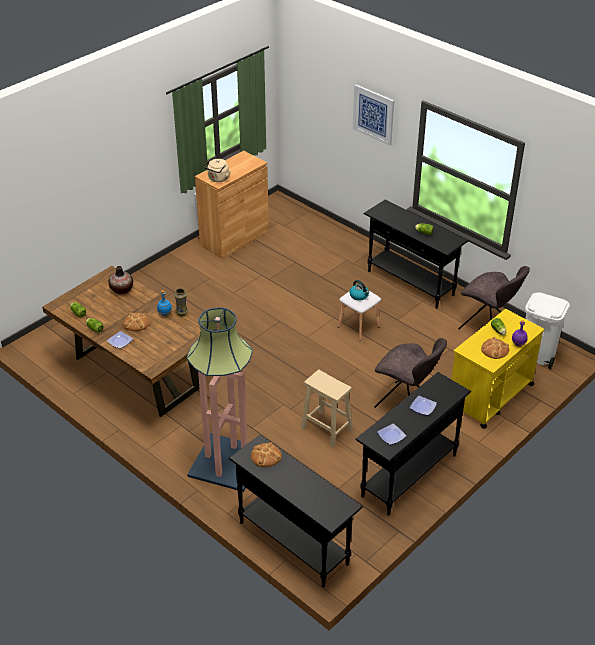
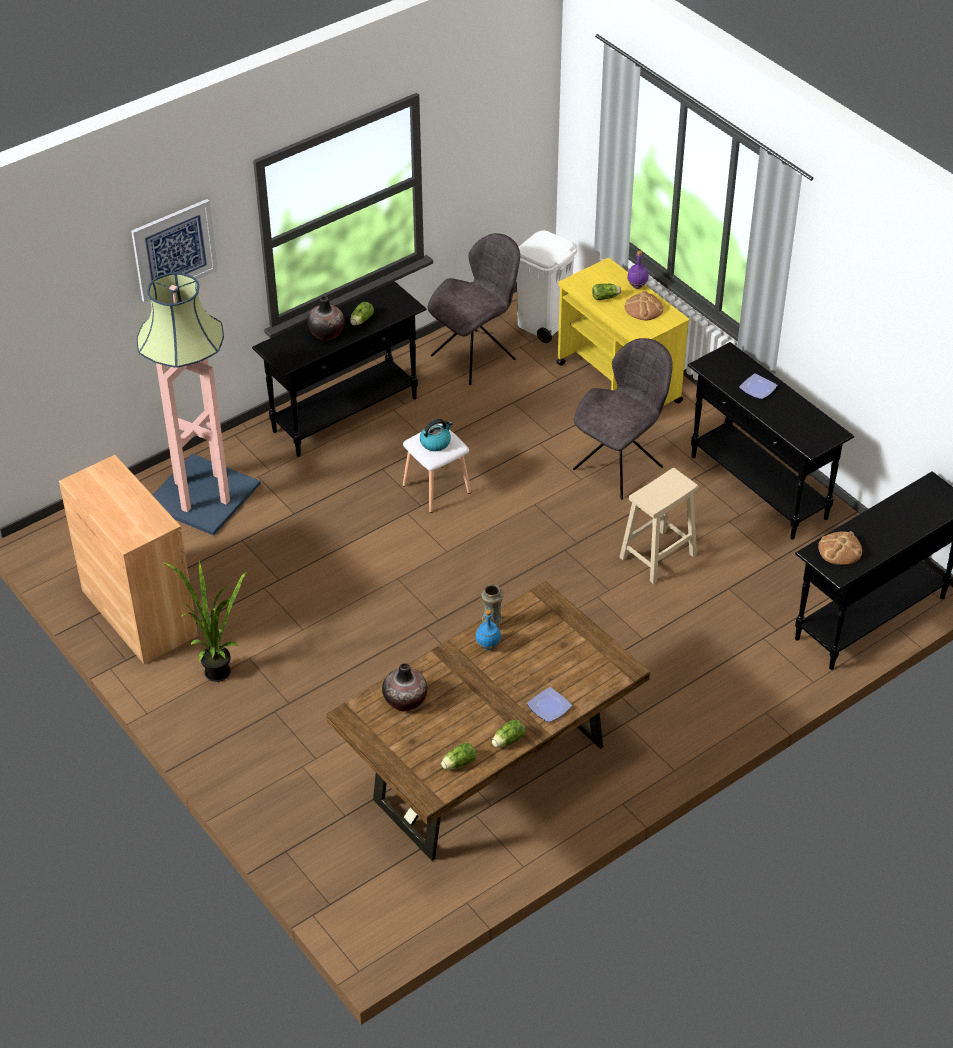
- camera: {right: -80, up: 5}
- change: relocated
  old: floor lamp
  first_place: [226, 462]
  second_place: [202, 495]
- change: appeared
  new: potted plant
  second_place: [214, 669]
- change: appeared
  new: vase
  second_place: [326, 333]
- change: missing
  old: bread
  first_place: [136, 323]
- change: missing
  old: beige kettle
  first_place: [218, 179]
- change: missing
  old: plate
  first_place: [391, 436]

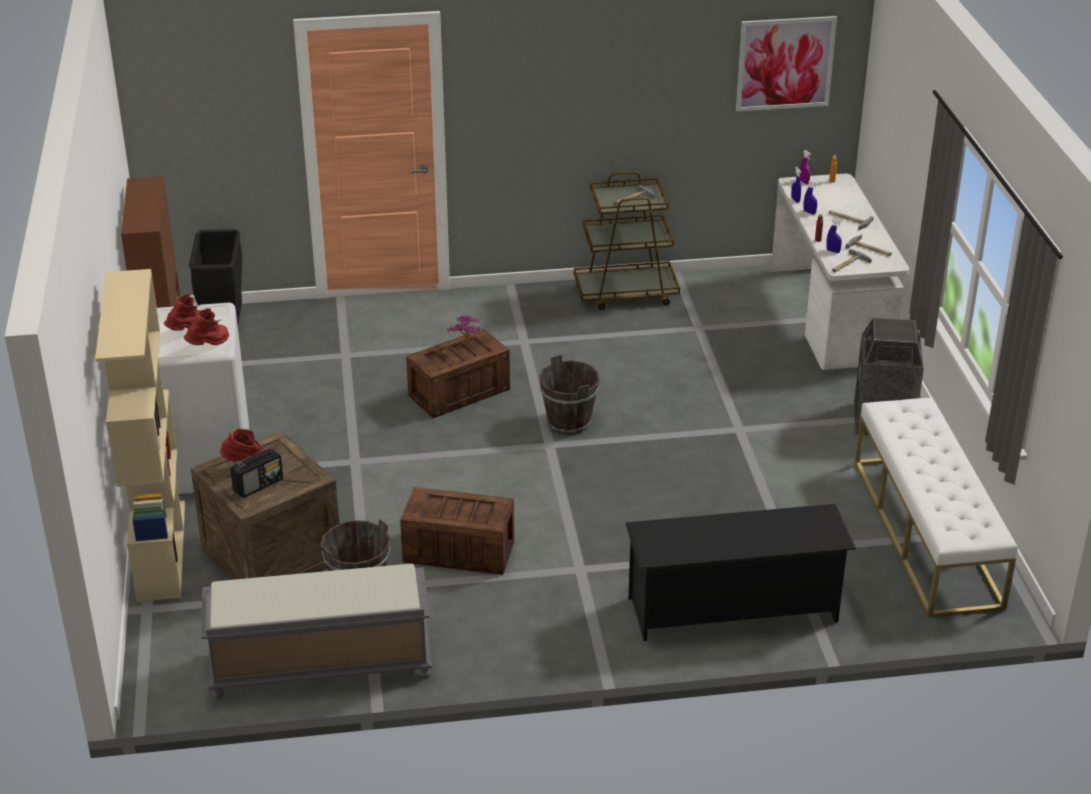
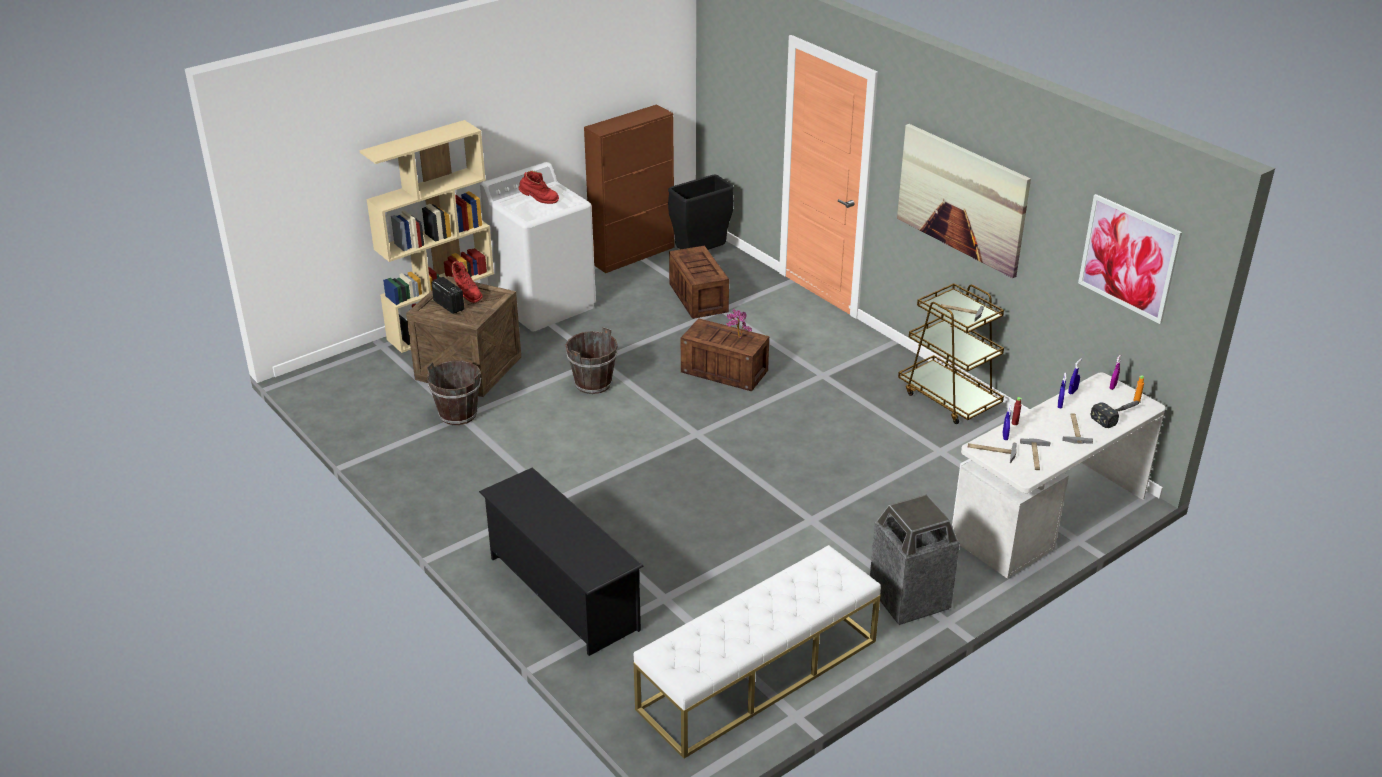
- camera: {right: 60, up: 0}
- change: spun
  old: radio
  first_place: [258, 485]
  second_place: [448, 305]
  degrees: -150
- change: relocated
  old: brown bucket
  first_place: [568, 422]
  second_place: [593, 384]
- change: relocated
  old: crate
  first_place: [457, 551]
  second_place: [697, 297]
- change: appeared
  new: picture
  second_place: [962, 199]
- change: appeared
  new: hammer
  second_place: [1118, 415]
- change: missing
  old: red boot
  first_place: [209, 346]
- change: missing
  old: grey bench
  first_place: [319, 666]

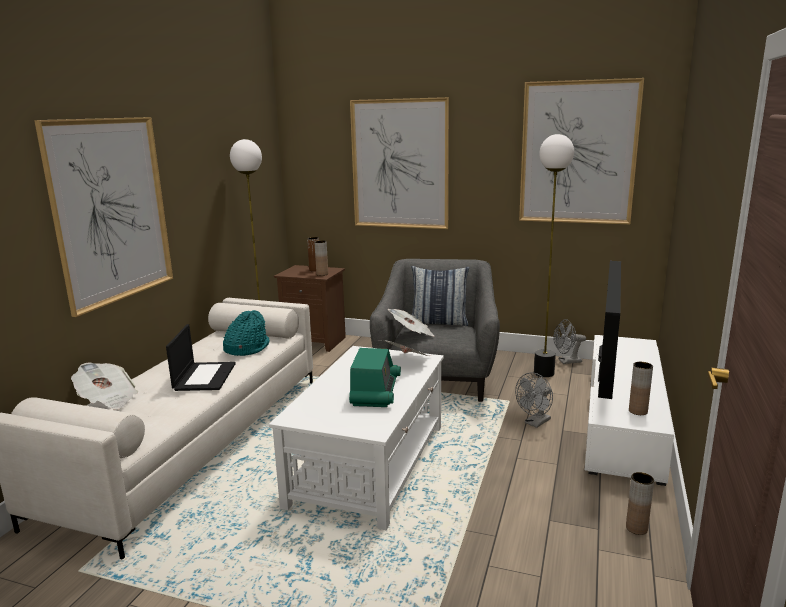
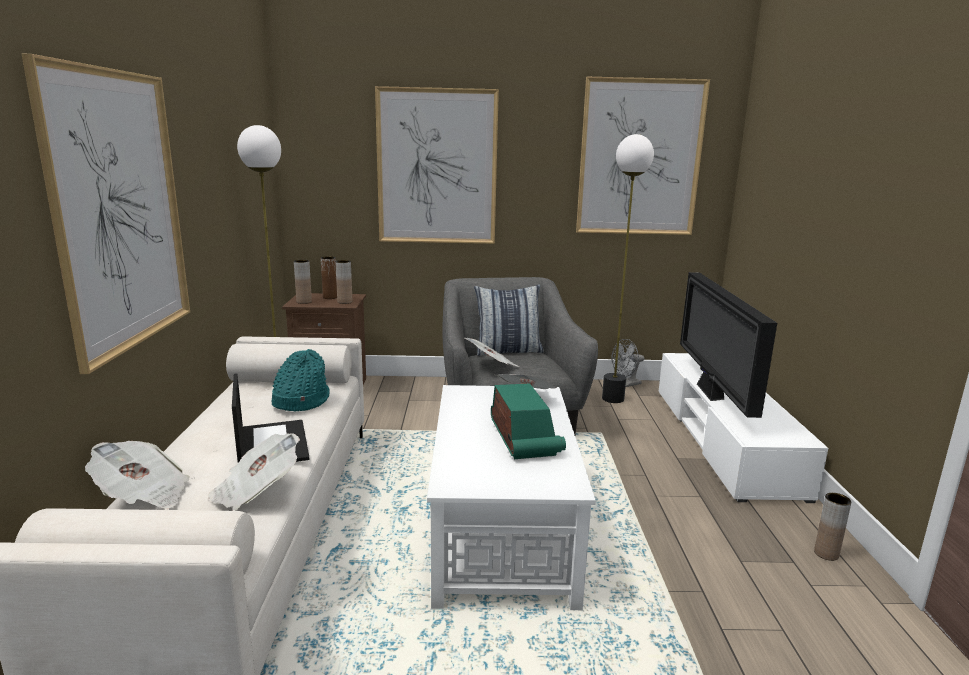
- camera: {right: -20, up: 0}
- change: appeared
  new: newspaper
  second_place: [256, 491]
- change: relocated
  old: brown vase
  first_place: [638, 411]
  second_place: [304, 302]
- change: missing
  old: grey fan
  first_place: [535, 423]

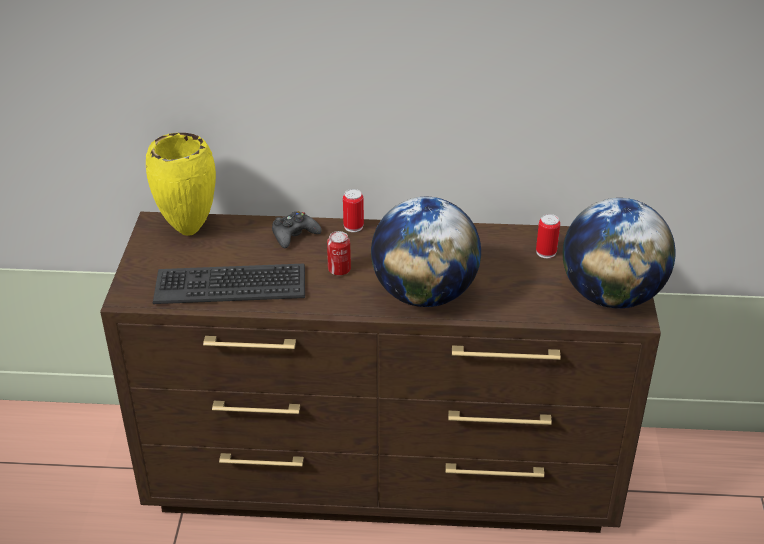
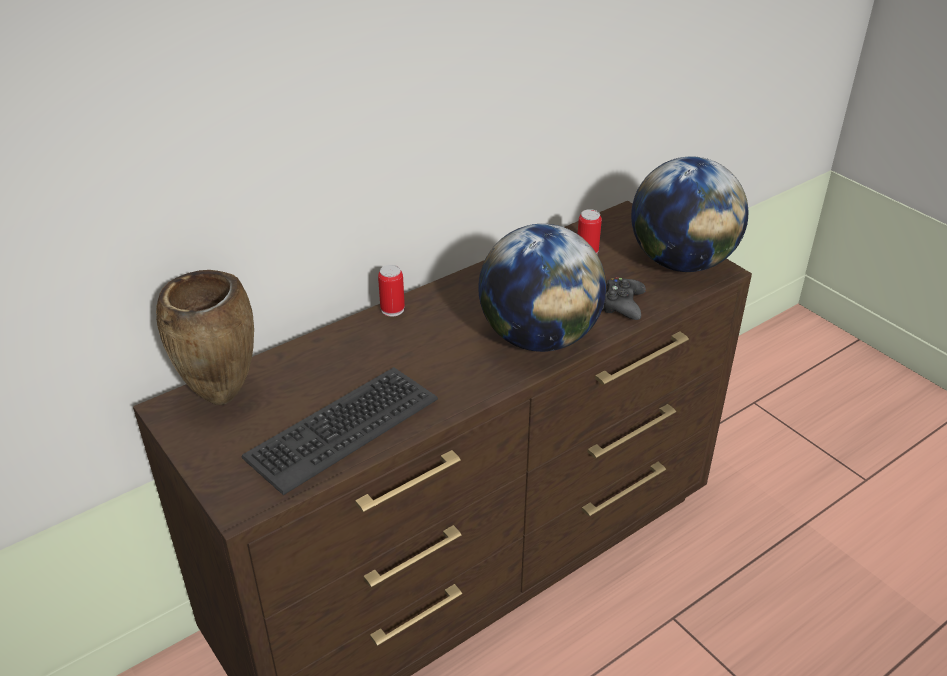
- camera: {right: -40, up: 0}
- change: colour
  old: yellow vase
  new: brown vase
  first_place: [188, 232]
  second_place: [222, 399]
- change: relocated
  old: black game controller
  first_place: [294, 235]
  second_place: [622, 304]
- change: missing
  old: can
  first_place: [339, 270]

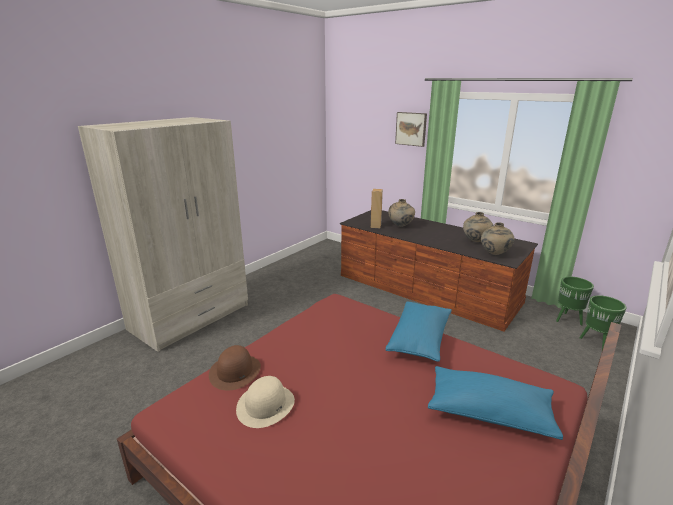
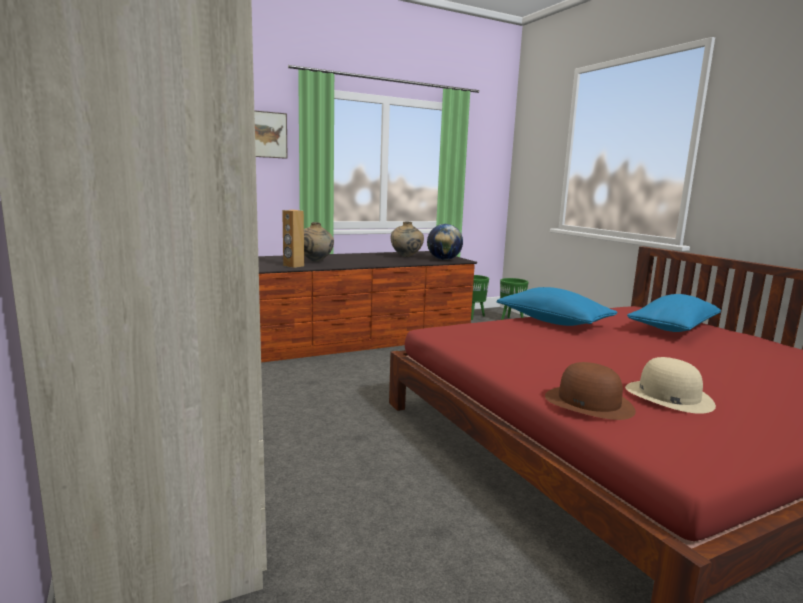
- camera: {right: -65, up: -10}
- change: exchanged
  old: beige vase
  new: globe
  first_place: [494, 254]
  second_place: [444, 259]

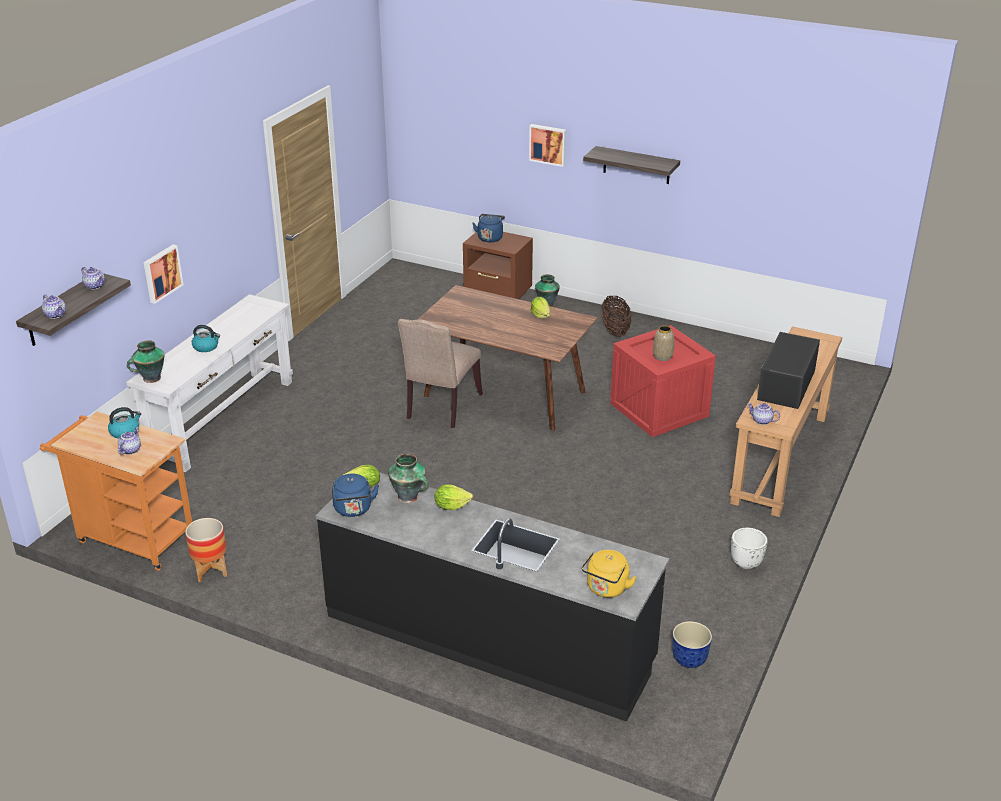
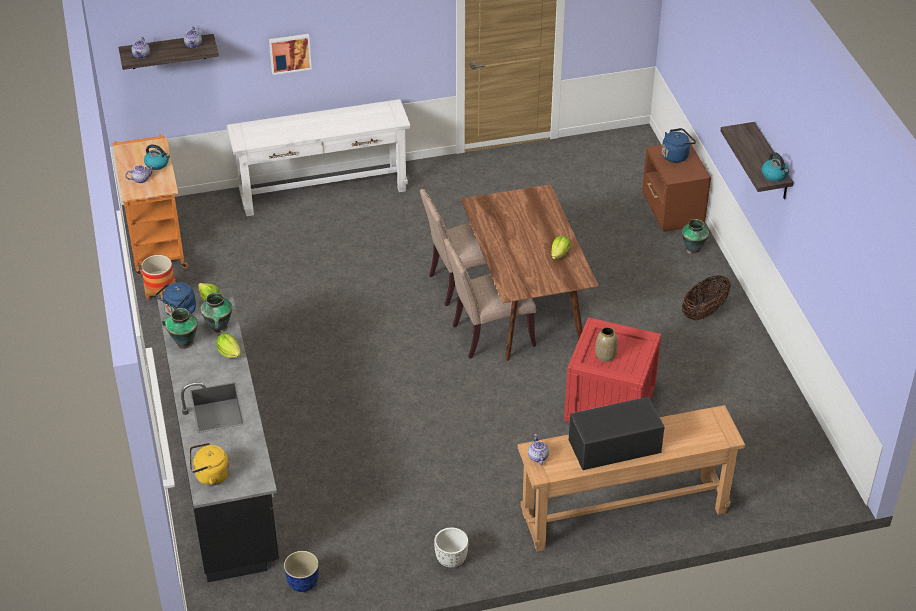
- camera: {right: 50, up: 10}
- change: relocated
  old: vase
  first_place: [151, 378]
  second_place: [183, 342]
- change: appeared
  new: beige chair
  second_place: [489, 335]
- change: relocated
  old: kettle
  first_place: [206, 347]
  second_place: [775, 175]
- change: missing
  old: picture
  first_place: [548, 144]

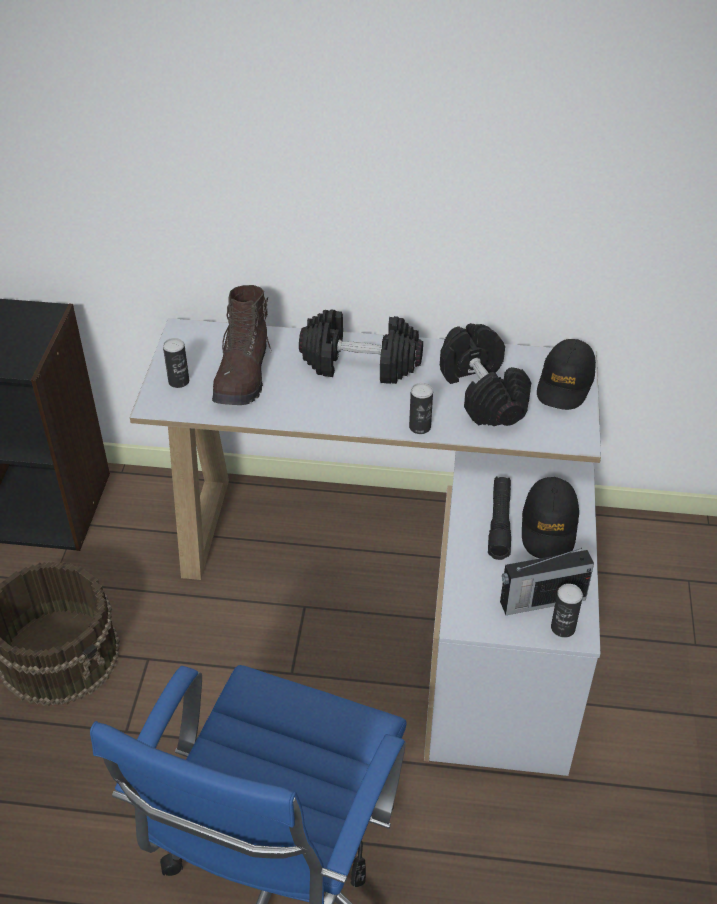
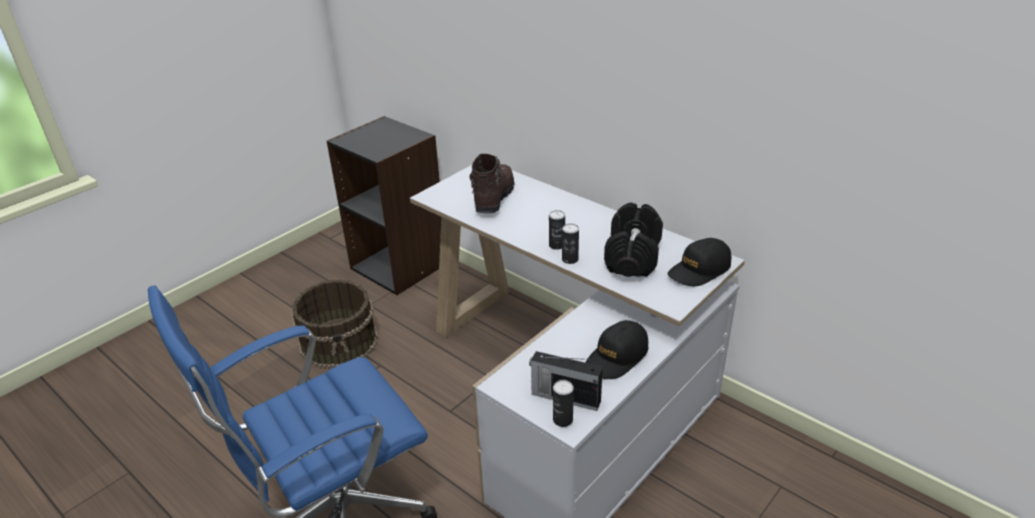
- camera: {right: 35, up: -10}
- change: spun
  old: brown boot
  first_place: [244, 375]
  second_place: [493, 198]
  degrees: 150
- change: relocated
  old: can
  first_place: [179, 381]
  second_place: [556, 245]
- change: missing
  old: black dumbbell
  first_place: [361, 364]
- change: missing
  old: black flashlight
  first_place: [499, 522]

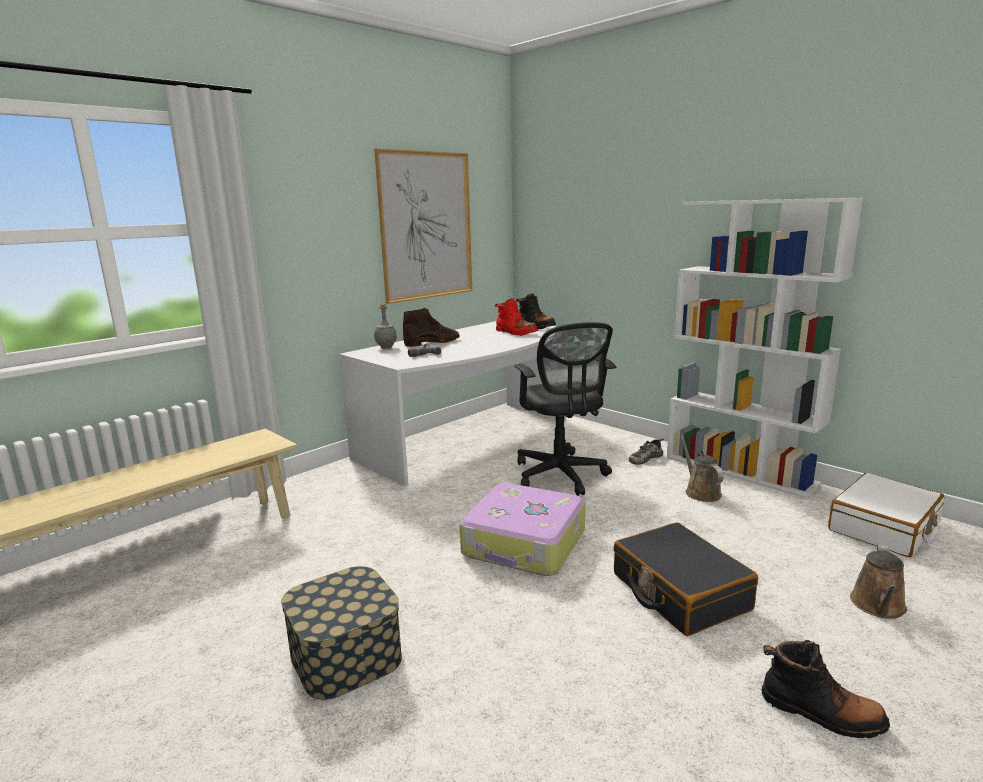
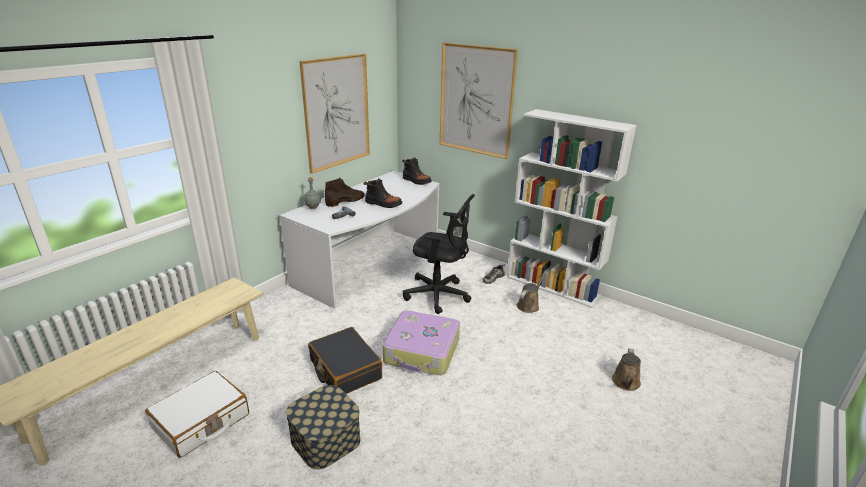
- camera: {right: -10, up: 10}
- change: relocated
  old: white suitcase
  first_place: [884, 528]
  second_place: [201, 422]
- change: relocated
  old: black suitcase
  first_place: [679, 592]
  second_place: [345, 369]
- change: relocated
  old: black boot
  first_place: [821, 713]
  second_place: [383, 204]
- change: spun
  old: black office chair
  first_place: [561, 476]
  second_place: [439, 295]
  degrees: -45
- change: appeared
  new: picture
  second_place: [476, 100]
- change: spun
  old: brown watering can
  first_place: [700, 492]
  second_place: [529, 305]
  degrees: 60
- change: missing
  old: red boot
  first_place: [516, 332]

